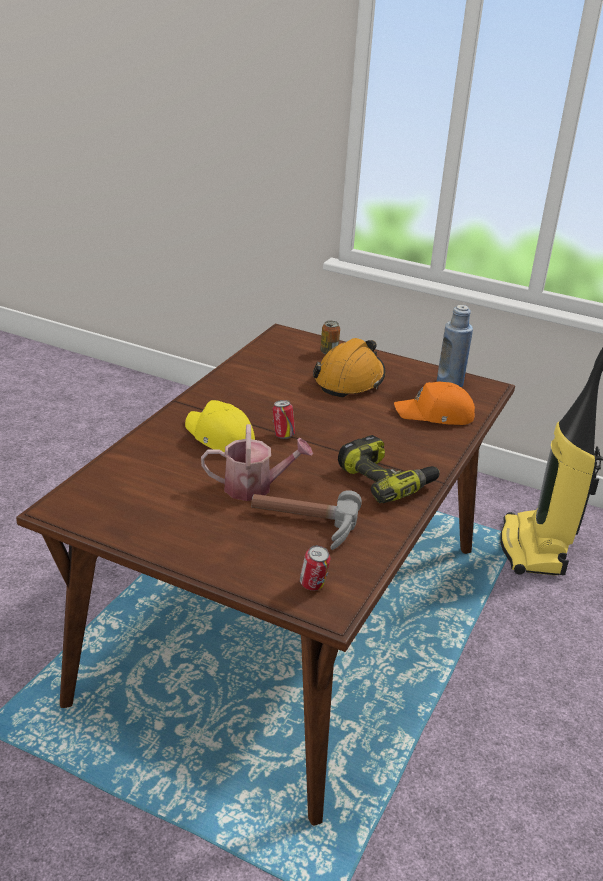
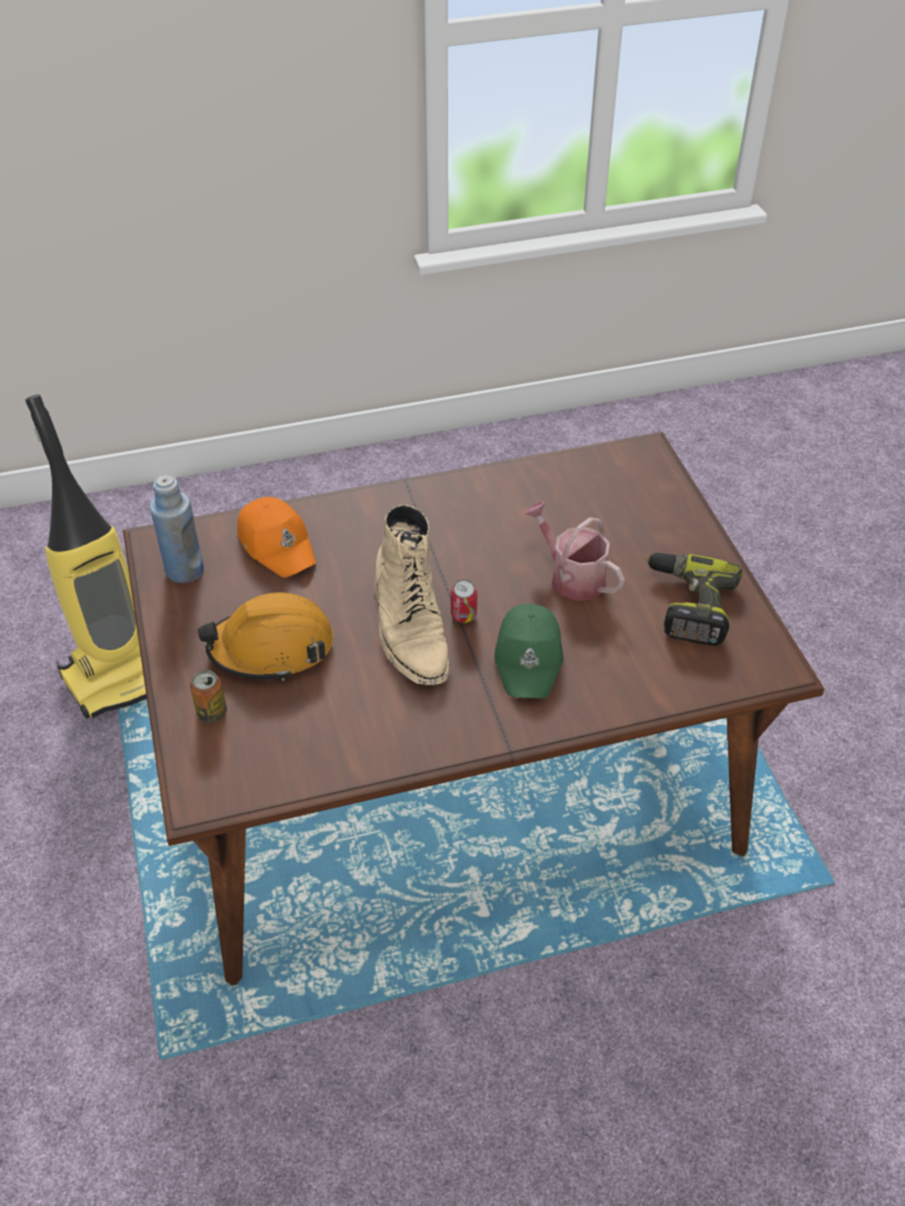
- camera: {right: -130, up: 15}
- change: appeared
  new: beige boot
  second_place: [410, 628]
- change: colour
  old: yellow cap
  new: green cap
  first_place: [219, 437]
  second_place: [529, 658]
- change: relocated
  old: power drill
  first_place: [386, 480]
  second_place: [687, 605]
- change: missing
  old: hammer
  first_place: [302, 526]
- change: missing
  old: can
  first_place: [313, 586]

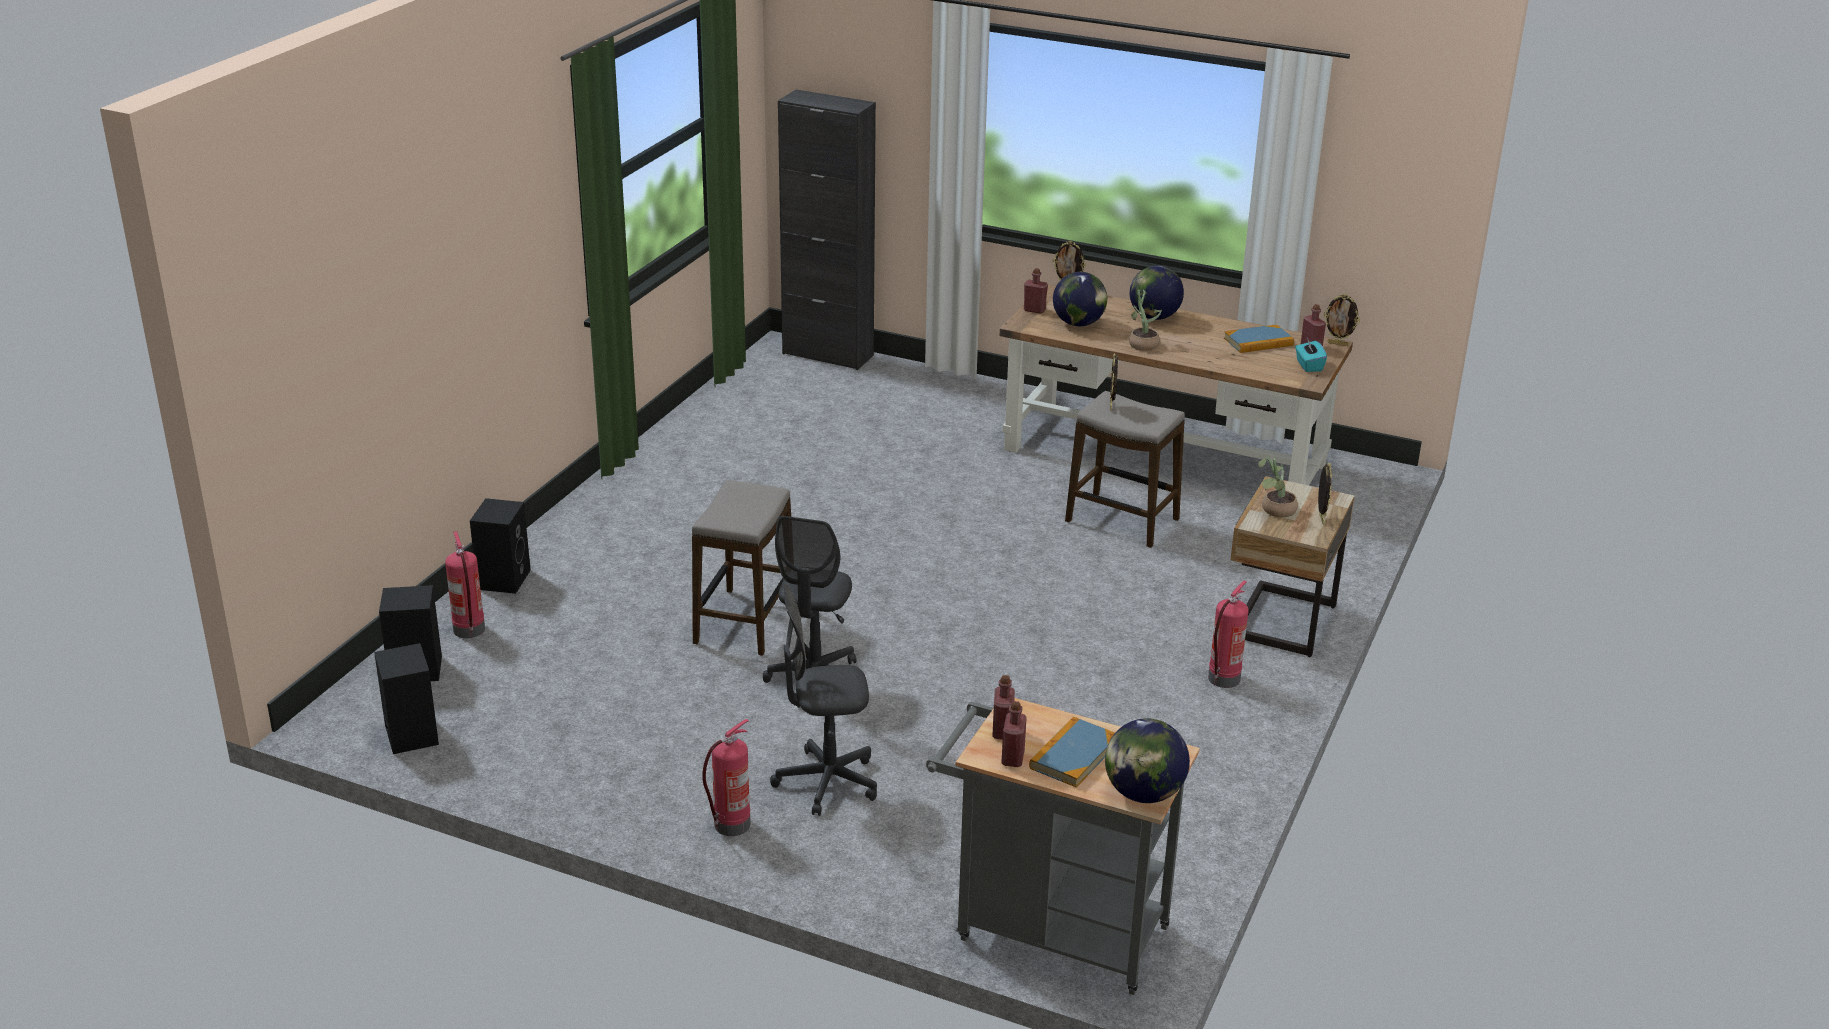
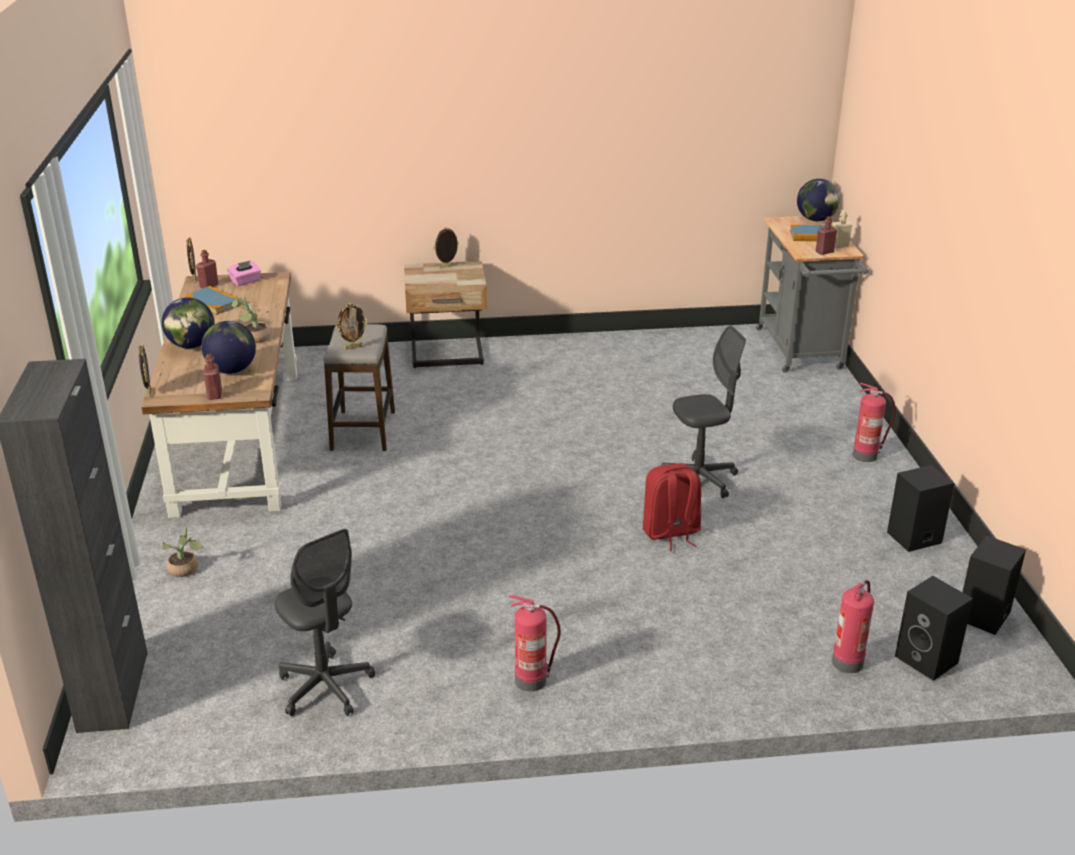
- camera: {right: -120, up: 0}
- change: relocated
  old: potted plant
  first_place: [1275, 511]
  second_place: [186, 571]
- change: colour
  old: turquoise tissue box
  new: pink tissue box
  first_place: [1308, 366]
  second_place: [245, 281]
- change: relocated
  old: grey office chair
  first_place: [826, 782]
  second_place: [325, 687]
- change: relocated
  old: fire extinguisher
  first_place: [1223, 679]
  second_place: [532, 680]
- change: exchanged
  old: stool
  new: red backpack
  first_place: [744, 622]
  second_place: [671, 533]
- change: colour
  old: red bottle
  new: beige bottle
  first_place: [1013, 758]
  second_place: [839, 246]
- change: relocated
  old: black speaker
  first_place: [503, 579]
  second_place: [914, 538]

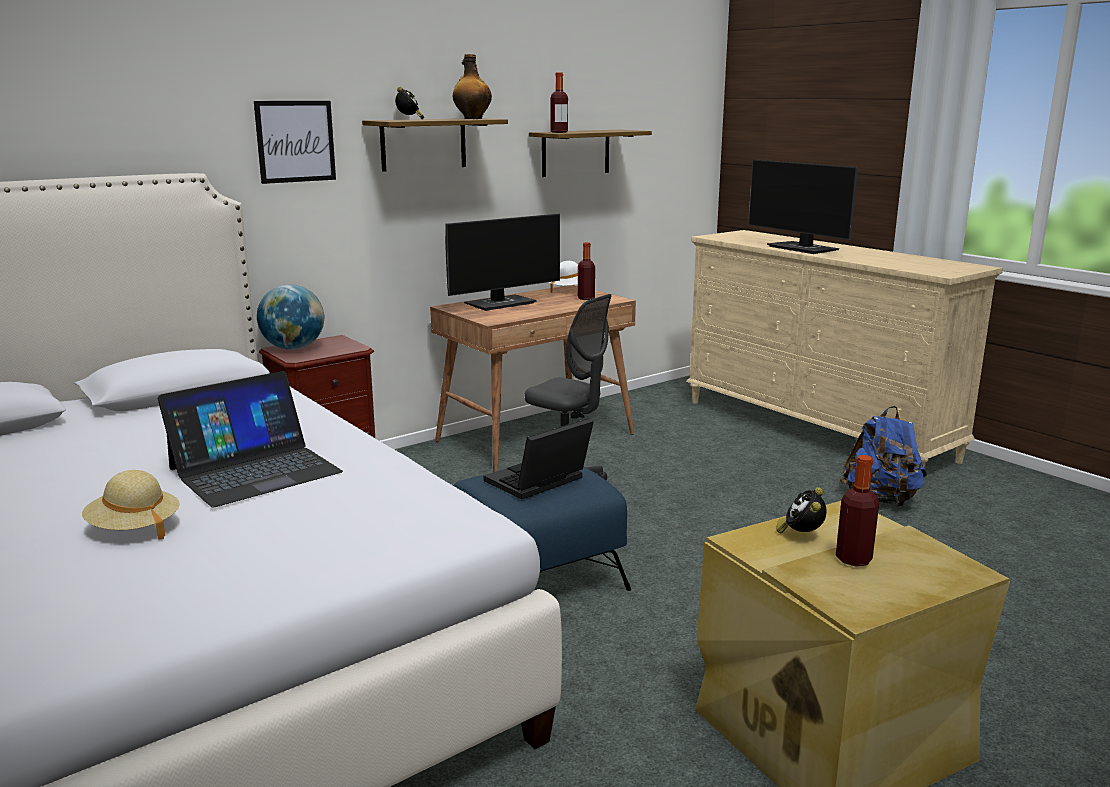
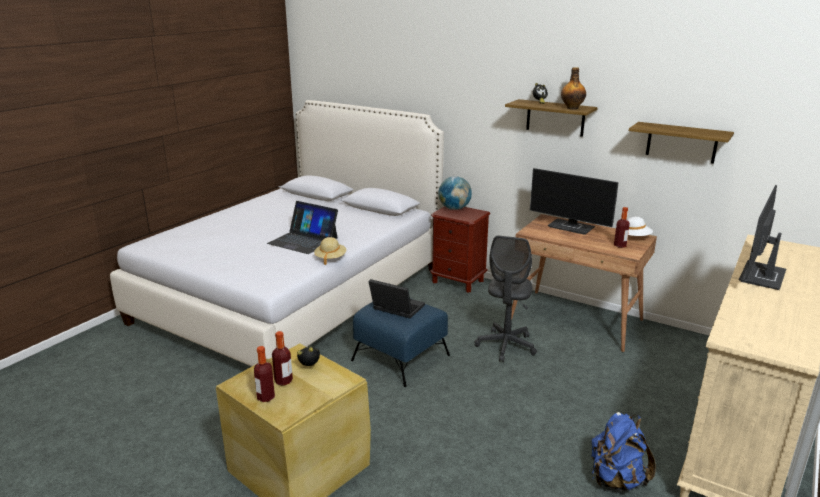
- camera: {right: 70, up: 5}
- change: relocated
  old: bottle
  first_place: [559, 132]
  second_place: [266, 397]
- change: relocated
  old: beige hat
  first_place: [134, 529]
  second_place: [330, 258]
- change: missing
  old: picture
  first_place: [295, 141]

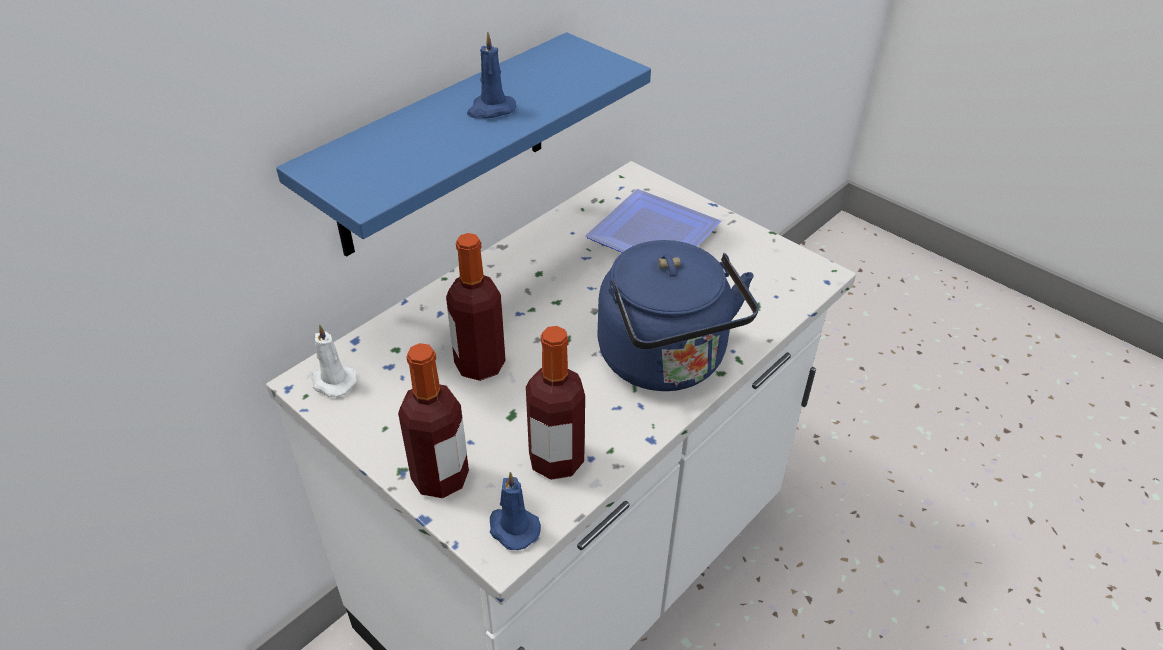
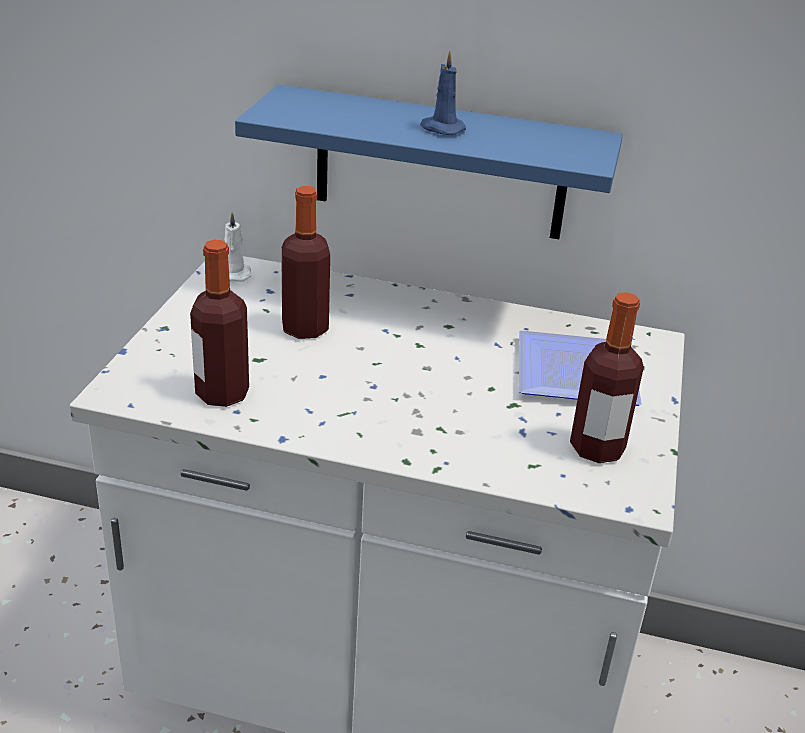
- camera: {right: 60, up: -10}
- change: relocated
  old: bottle
  first_place: [440, 478]
  second_place: [597, 449]
- change: missing
  old: blue candle
  first_place: [512, 528]
- change: missing
  old: blue kettle
  first_place: [666, 362]

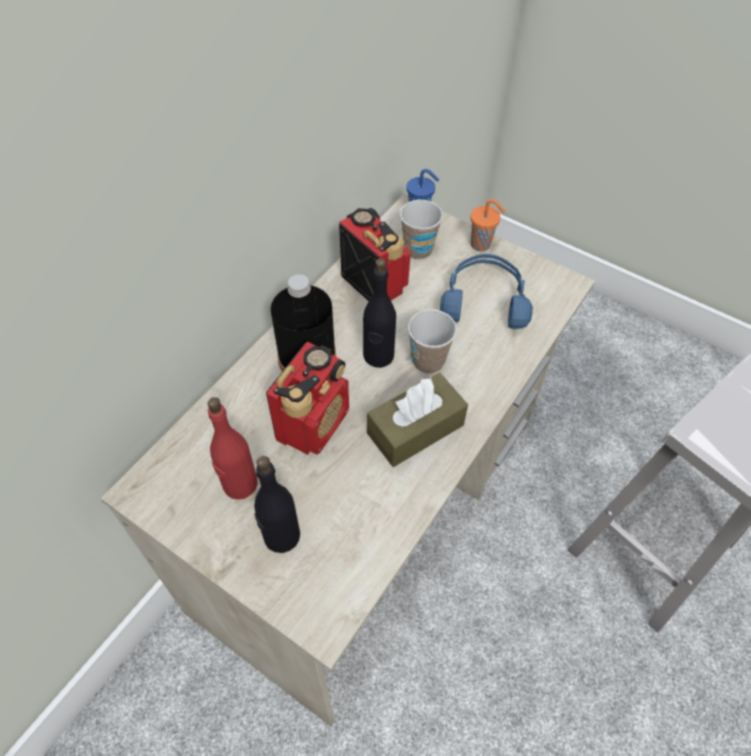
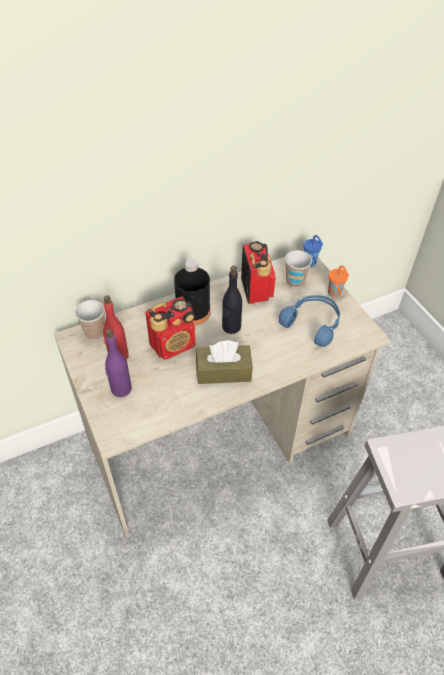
- camera: {right: 30, up: -5}
- change: relocated
  old: cup
  first_place: [428, 361]
  second_place: [95, 332]
- change: colour
  old: black bottle
  new: purple bottle
  first_place: [281, 536]
  second_place: [121, 389]

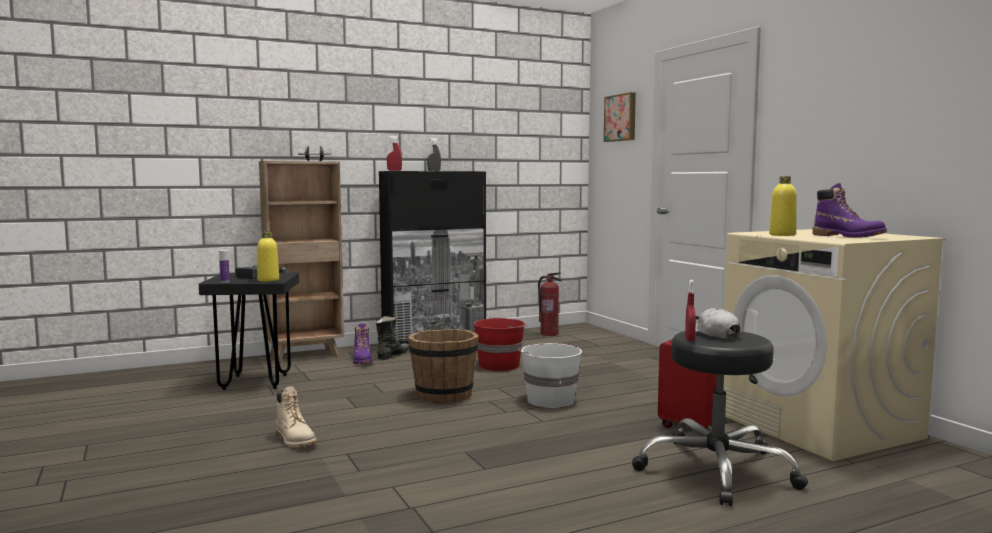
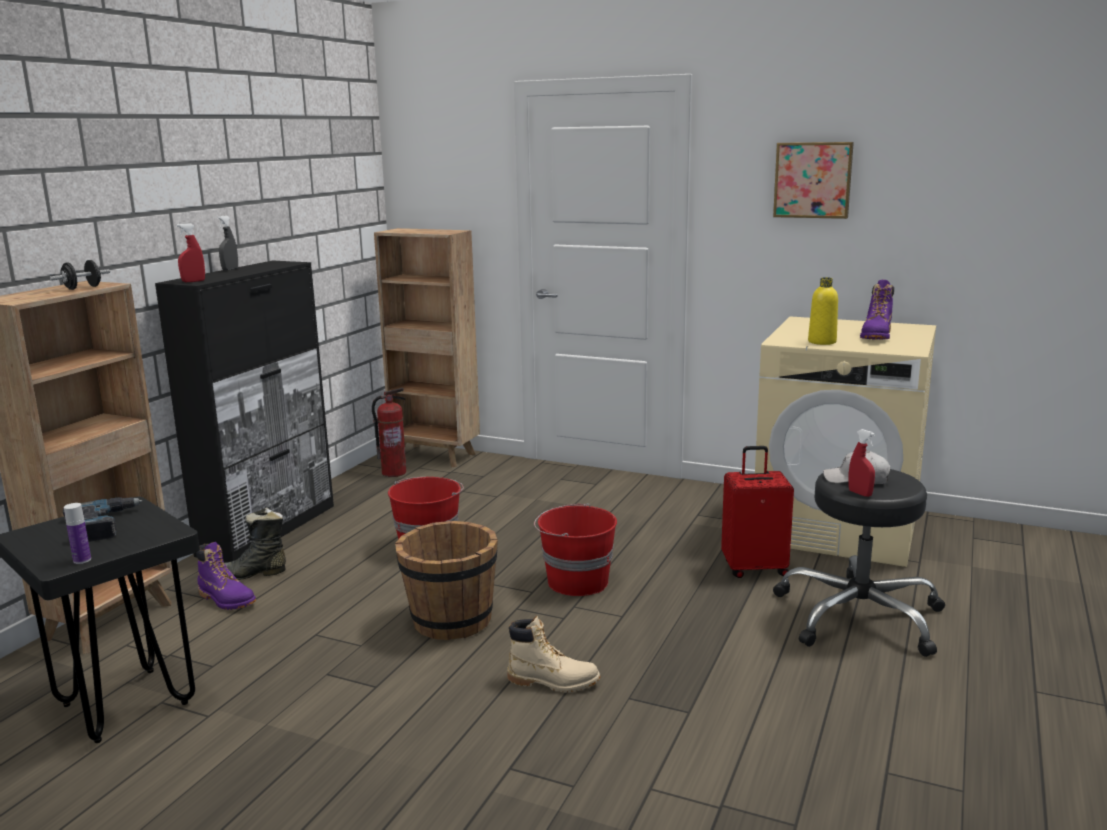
- camera: {right: -40, up: 10}
- change: spun
  old: black boot
  first_place: [392, 355]
  second_place: [252, 574]
  degrees: -90
- change: appeared
  new: brown bookcase
  second_place: [435, 456]
- change: relocated
  old: beige boot
  first_place: [295, 440]
  second_place: [553, 681]
- change: colour
  old: white bucket
  new: red bucket
  first_place: [550, 400]
  second_place: [576, 581]
- change: relocated
  old: picture
  first_place: [621, 118]
  second_place: [813, 180]
- change: spun
  old: purple boot
  first_place: [847, 236]
  second_place: [876, 336]
  degrees: 105
- change: missing
  old: yellow bottle
  first_place: [268, 280]

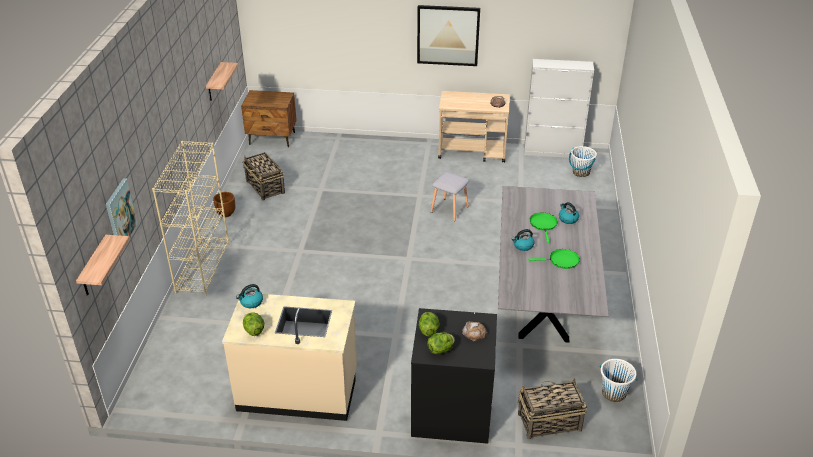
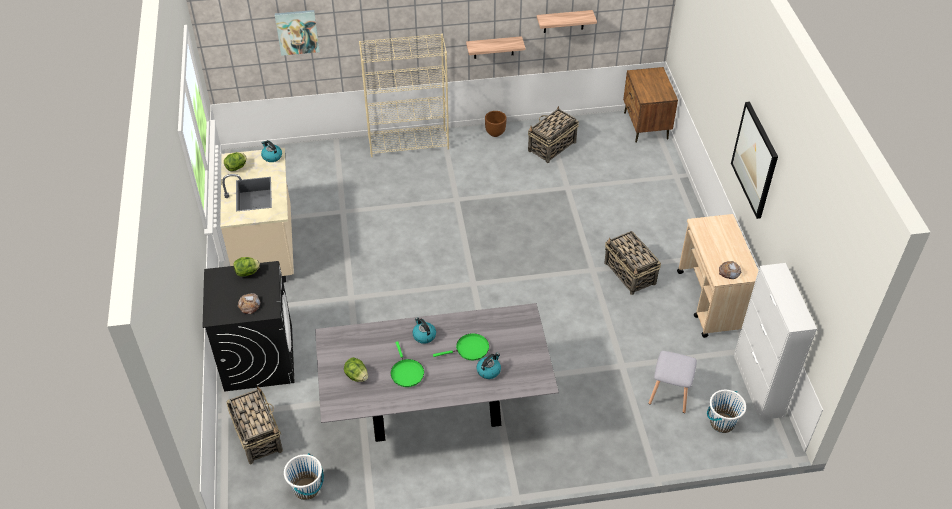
- camera: {right: 75, up: 10}
- change: relocated
  old: lettuce
  first_place: [441, 350]
  second_place: [357, 376]
- change: relocated
  old: shelf
  first_place: [94, 267]
  second_place: [493, 47]
- change: appeared
  new: basket
  second_place: [630, 274]
- change: relocated
  old: grey stool
  first_place: [450, 209]
  second_place: [670, 395]

